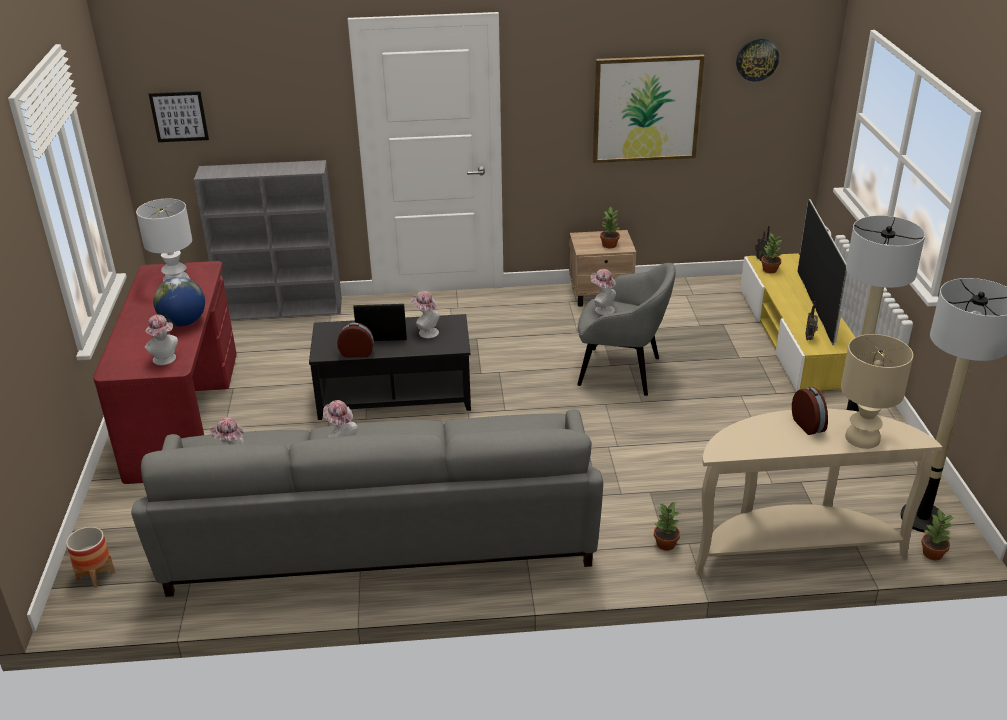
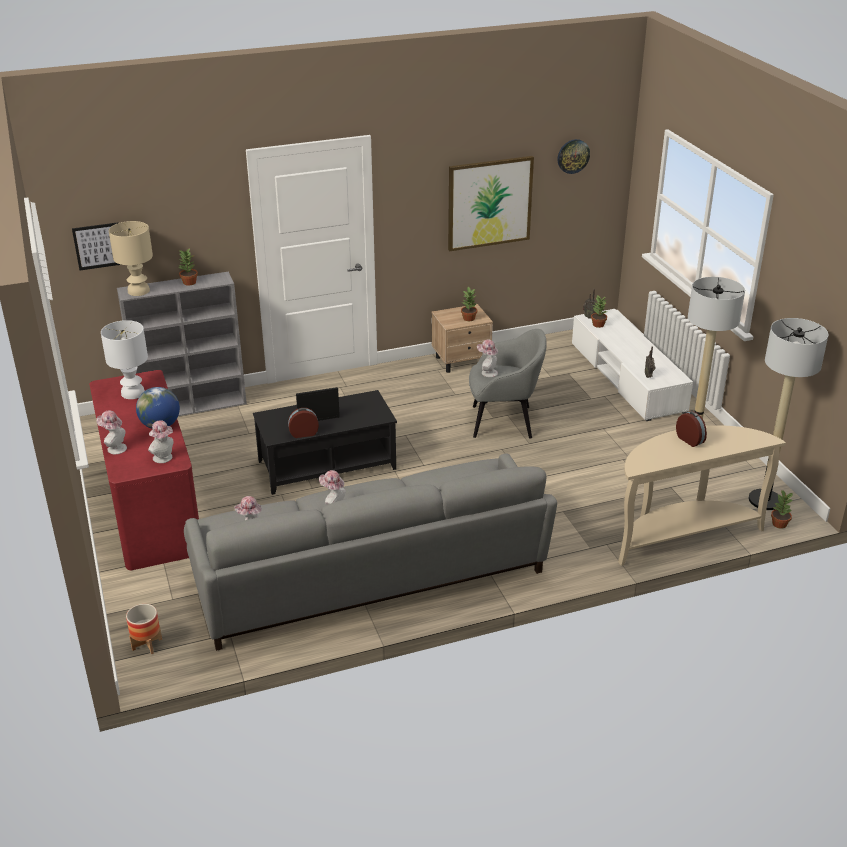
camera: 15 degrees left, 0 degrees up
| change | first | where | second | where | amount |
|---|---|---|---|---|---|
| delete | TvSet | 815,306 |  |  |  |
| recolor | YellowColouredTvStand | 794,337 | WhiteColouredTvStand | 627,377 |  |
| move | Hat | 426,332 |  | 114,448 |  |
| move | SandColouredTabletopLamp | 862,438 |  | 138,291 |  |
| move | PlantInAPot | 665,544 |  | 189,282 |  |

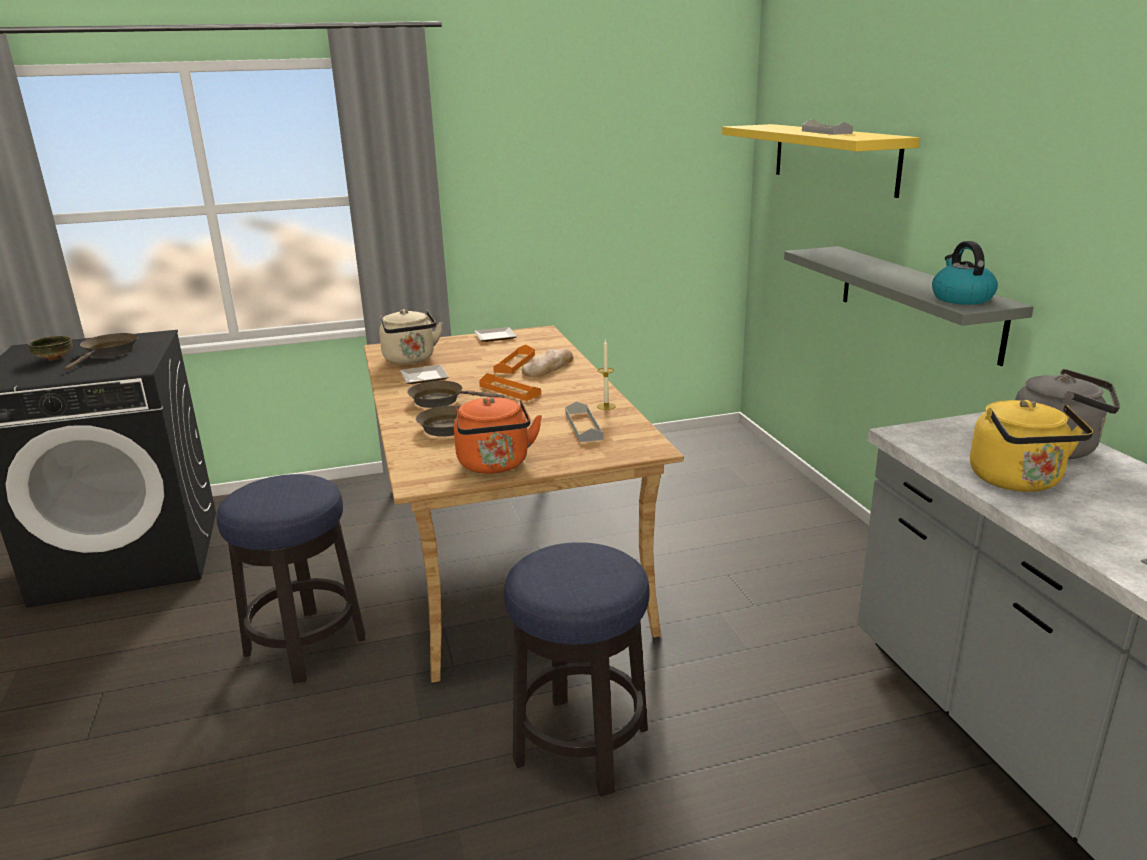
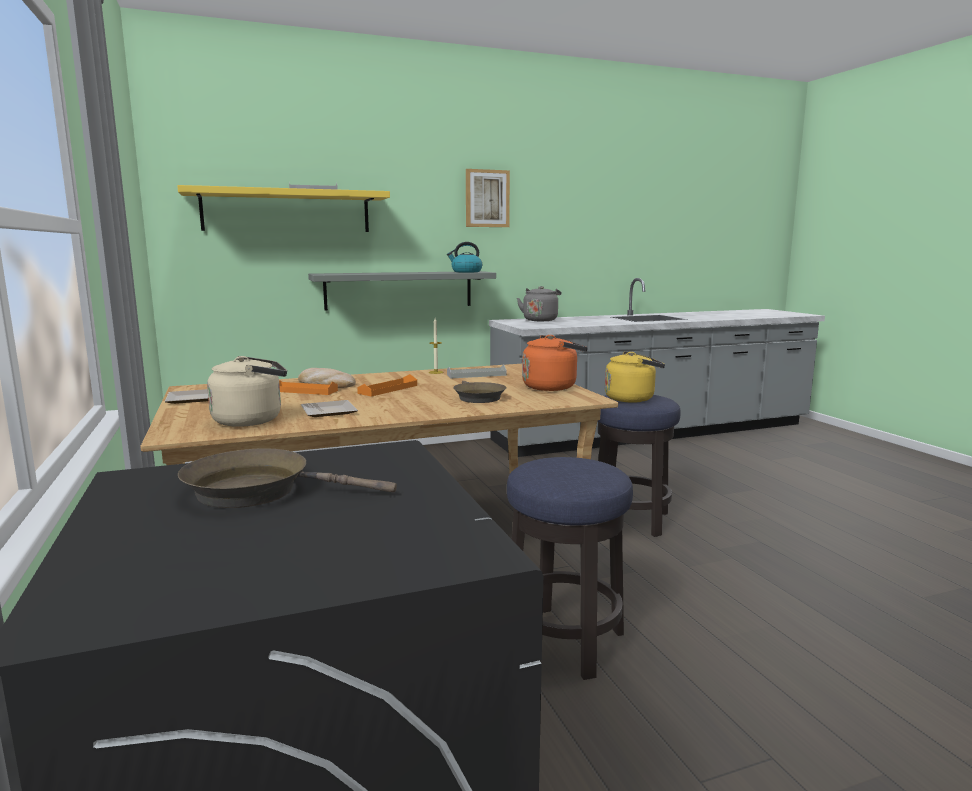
camera: 95 degrees left, 10 degrees down
| change | first | where | second | where | amount |
|---|---|---|---|---|---|
| delete | ServingBowl | 54,358 |  |  |  |
| delete | BrownColouredPan | 441,400 |  |  |  |
| move | YellowColouredWaterKettle | 1018,482 |  | 632,398 |  |
| insert |  |  | WallArt | 487,198 |  |

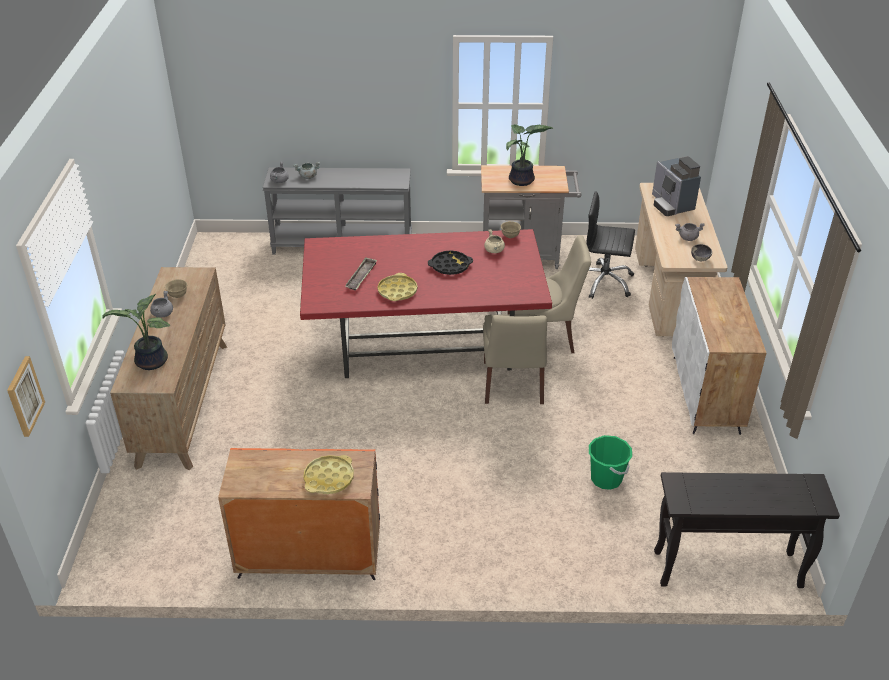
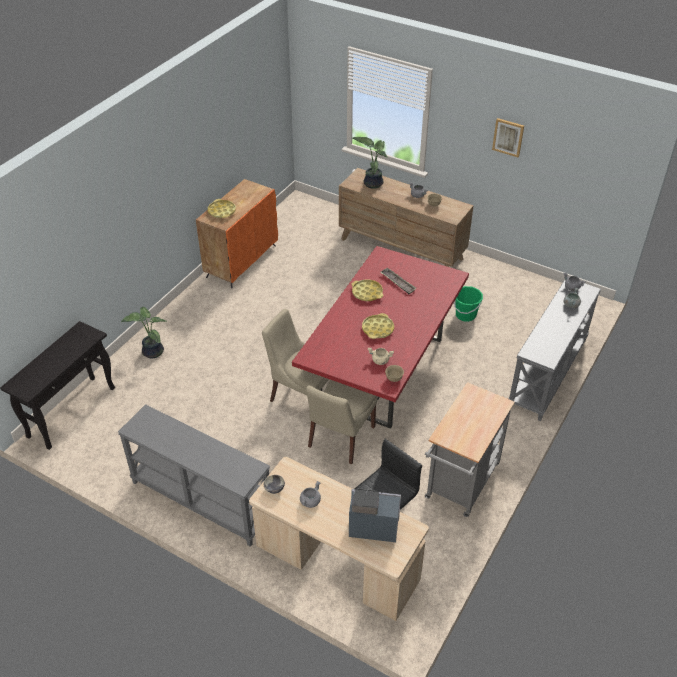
camera: 120 degrees right, 5 degrees up
| change | first | where | second | where | amount |
|---|---|---|---|---|---|
| move | PlantInAPot | 522,181 |  | 151,351 |  |
| recolor | BlackishServingTray | 450,266 | YellowColouredServingTray | 378,329 |  |
| replace | WhiteColouredStorageCabinet | 706,394 | GreyishConsoleTable | 201,500 |  |
| move | WallArt | 24,396 |  | 508,137 |  |
| move | GreenishWaterBucket | 606,478 |  | 465,315 |  |

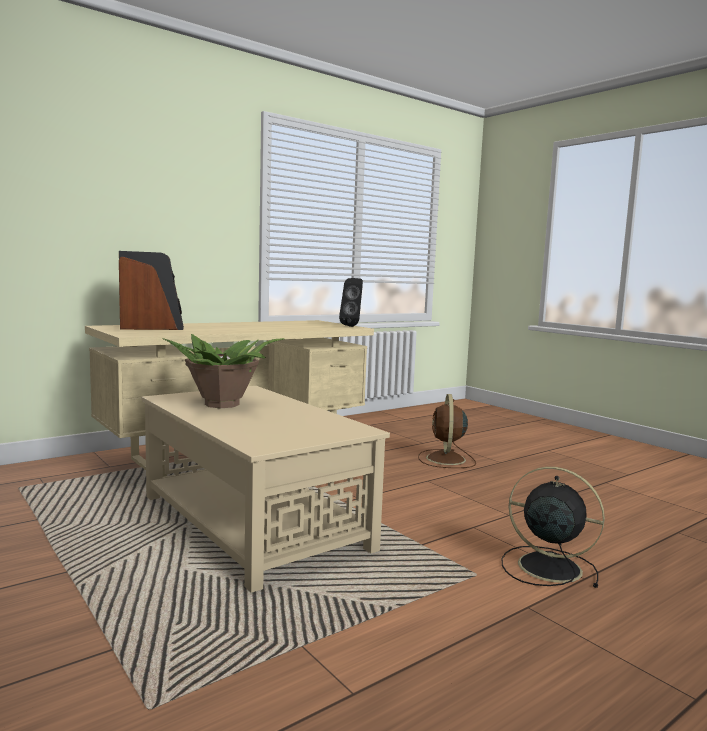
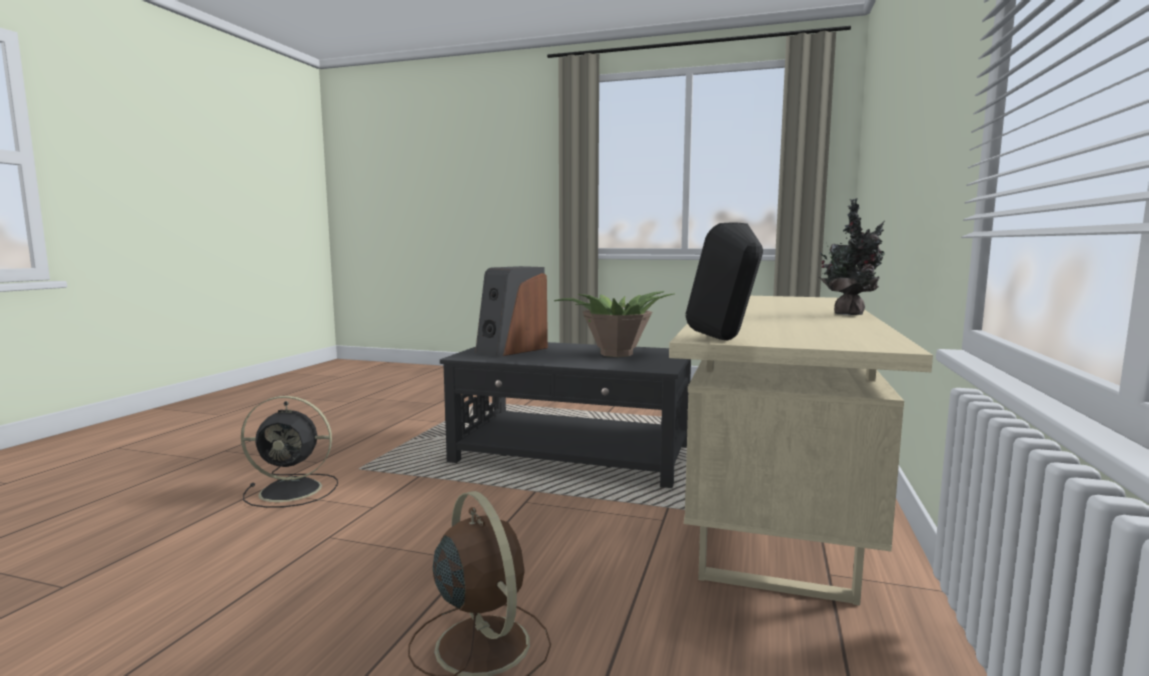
camera: 145 degrees right, 0 degrees up
| change | first | where | second | where | amount |
|---|---|---|---|---|---|
| move | Speaker | 152,328 |  | 511,350 |  |
| recolor | SandColouredCoffeeTable | 252,522 | BlackishCoffeeTable | 573,454 |  |
| insert |  |  | PlantInAPot | 849,314 |  |

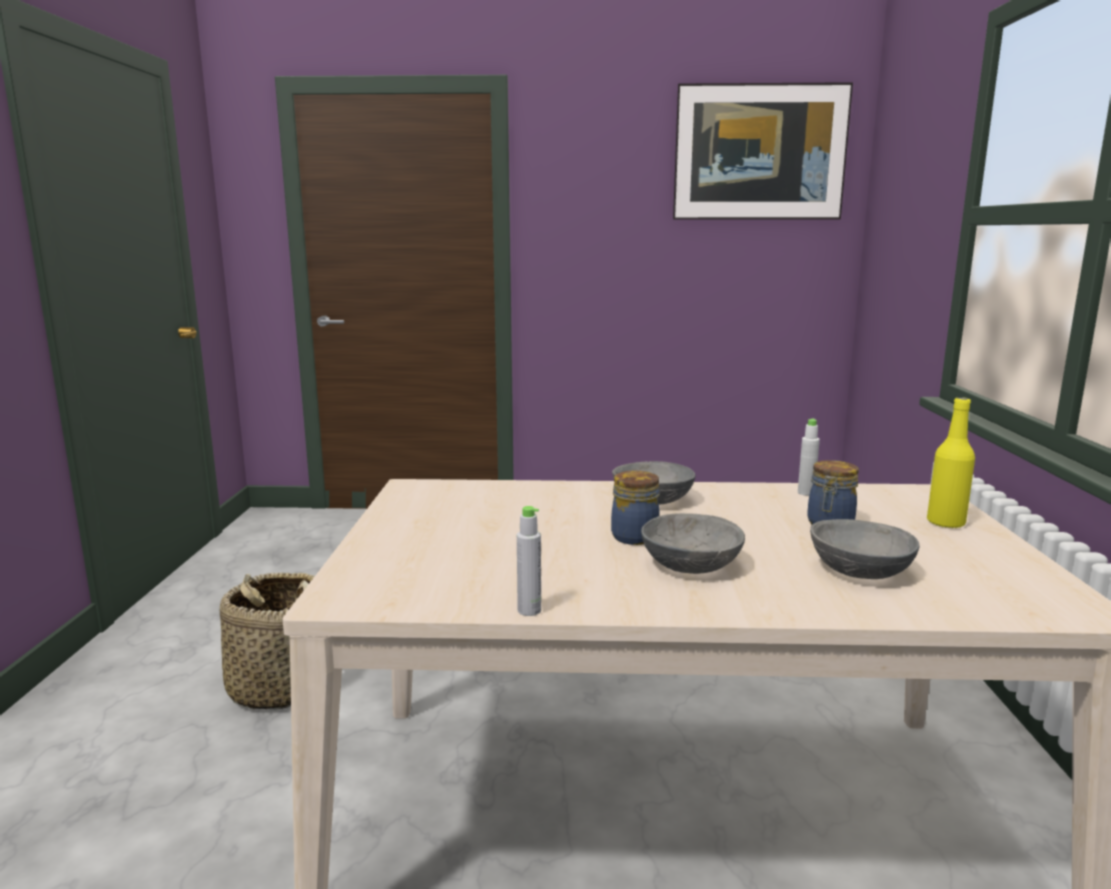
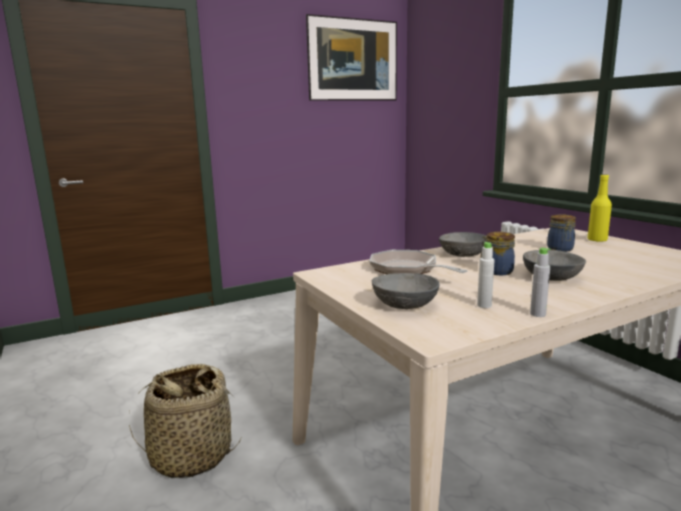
camera: 30 degrees left, 0 degrees up
| change | first | where | second | where | amount |
|---|---|---|---|---|---|
| move | WhiteColouredBottle | 806,493 |  | 484,305 |  |
| move | GreyishServingBowl | 859,571 |  | 405,305 |  |
| insert |  |  | Pan | 407,269 |  |

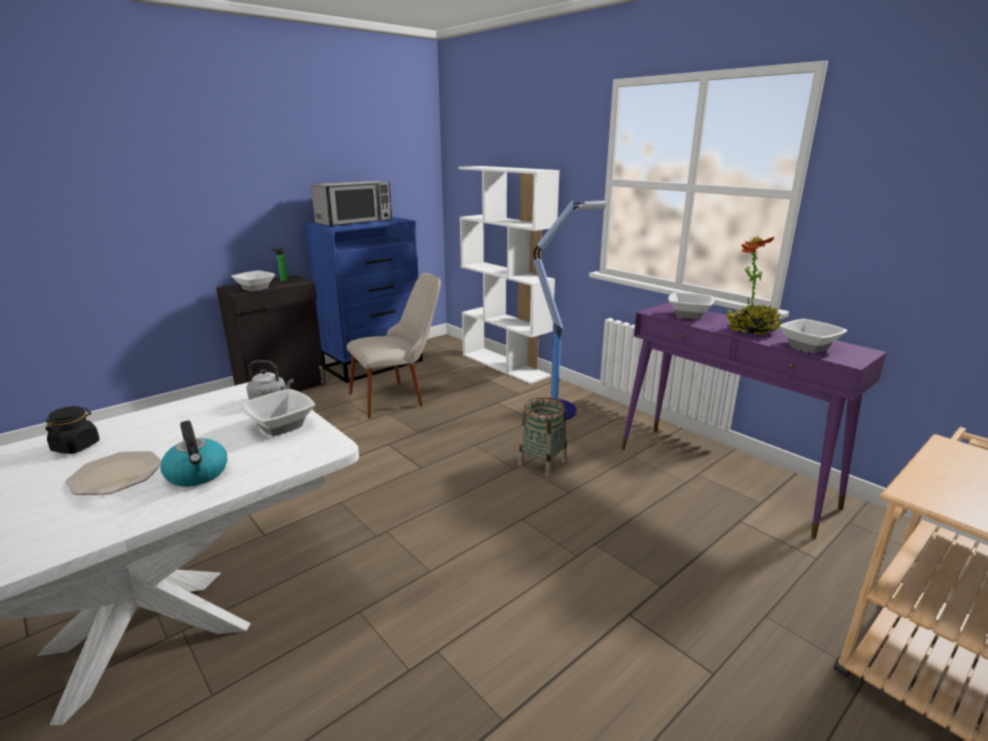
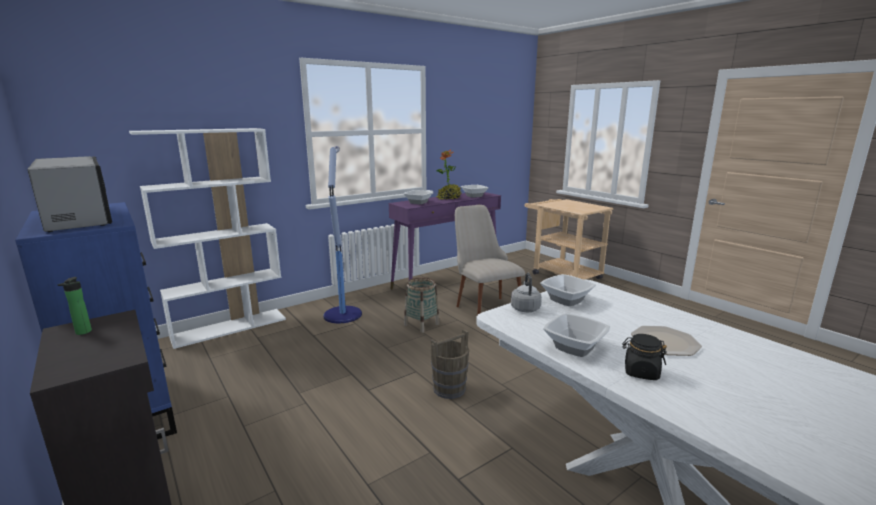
camera: 85 degrees left, 5 degrees down
| change | first | where | second | where | amount |
|---|---|---|---|---|---|
| move | ServingBowl | 256,288 |  | 573,347 |  |
| move | SandColouredPlainChair | 398,396 |  | 484,306 |  |
| delete | WaterKettle | 198,474 |  |  |  |
| insert |  |  | BrownColouredWaterBucket | 449,389 |  |

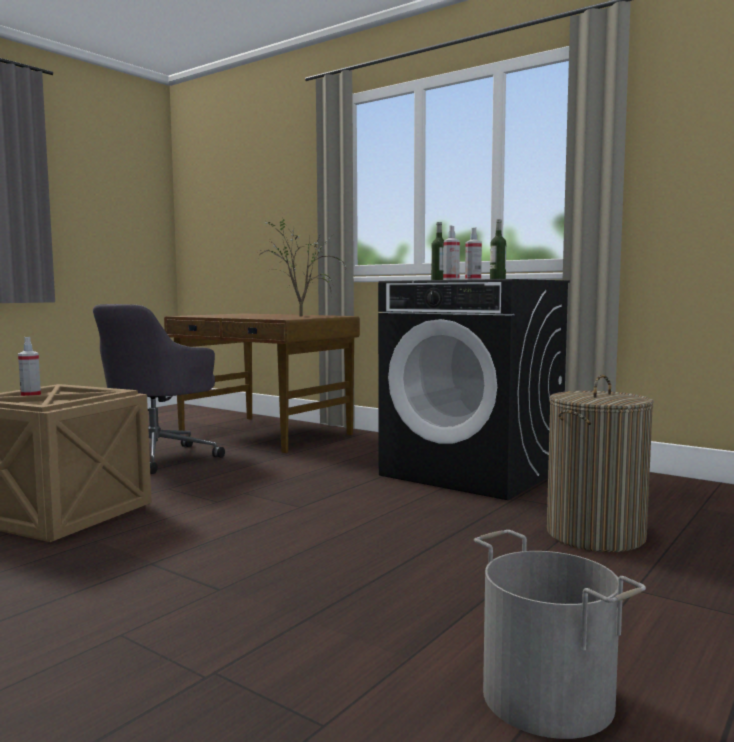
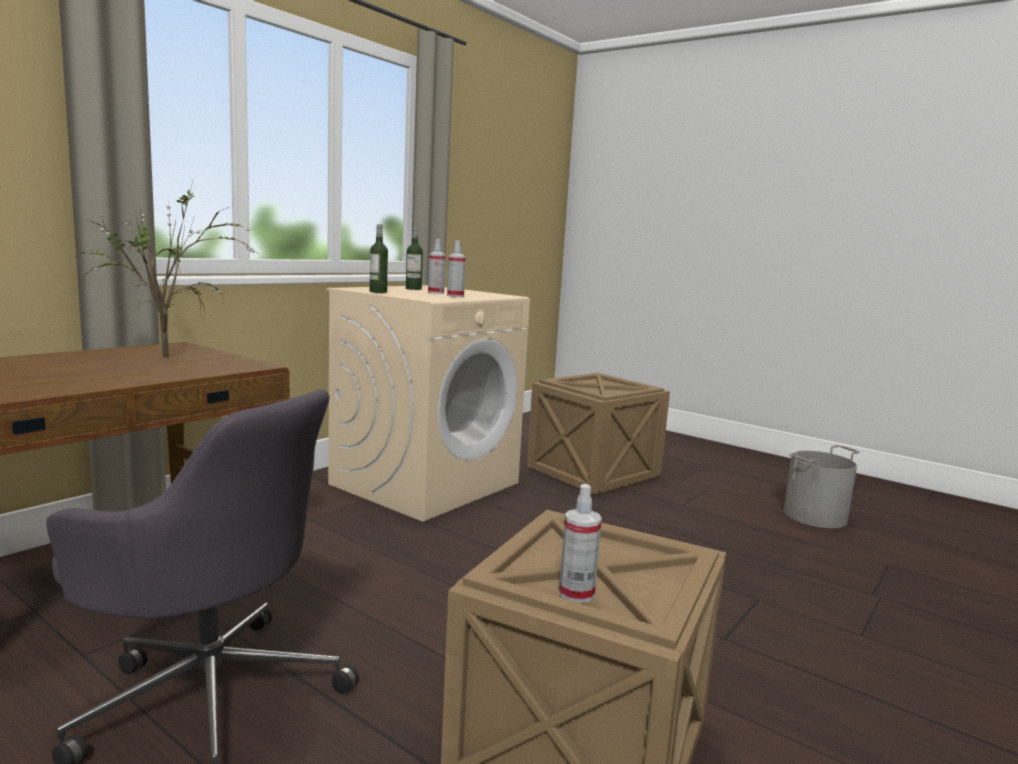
camera: 90 degrees left, 5 degrees up
| change | first | where | second | where | amount |
|---|---|---|---|---|---|
| recolor | BlackishWashingMachine | 473,472 | SandColouredWashingMachine | 425,483 |  |
| replace | LaundryBasket | 595,535 | Crate | 594,473 |  |

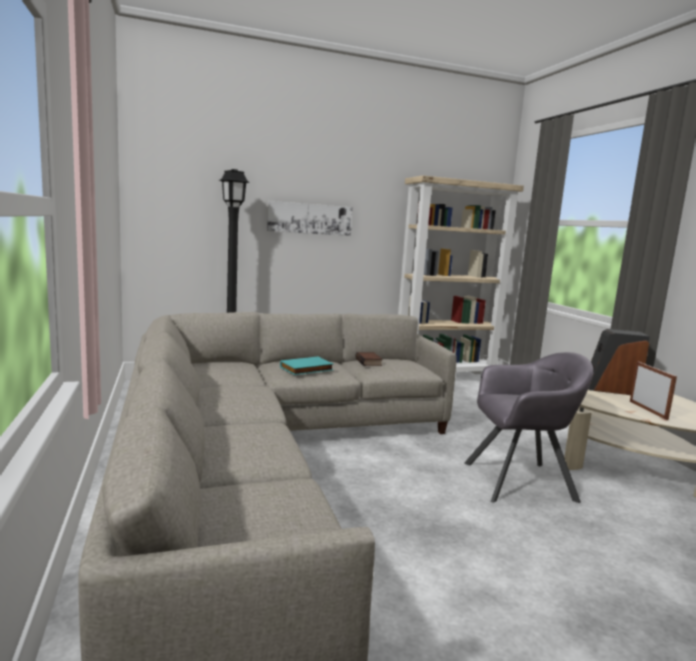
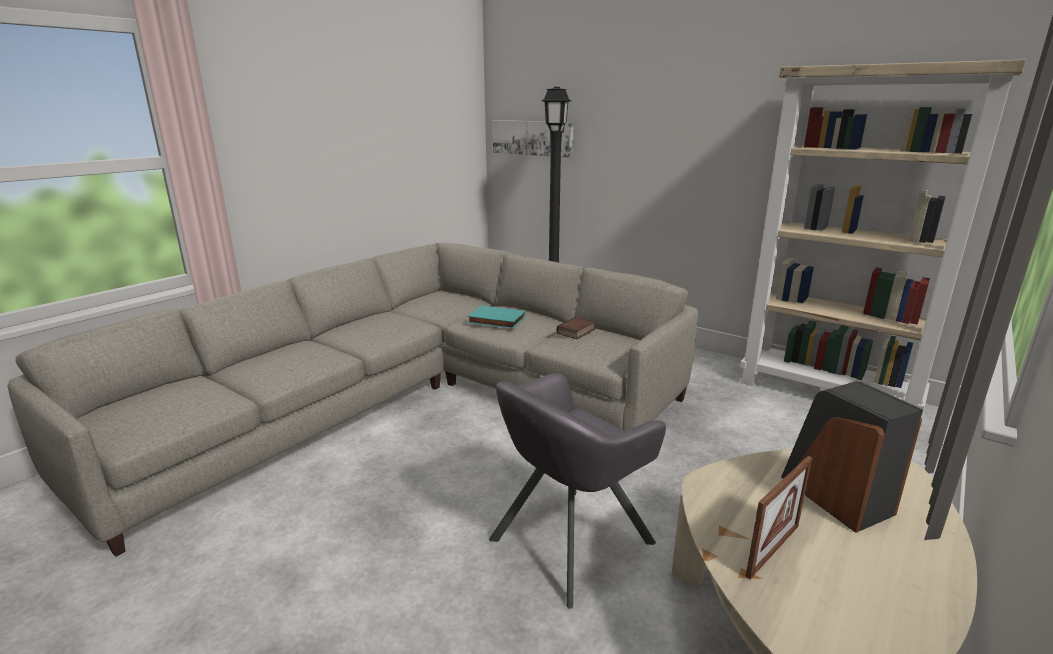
camera: 55 degrees right, 10 degrees up
| change | first | where | second | where | amount |
|---|---|---|---|---|---|
| move | WallArt | 310,218 |  | 532,138 |  |
| rotate | GreyishEasyChair | 520,481 |  | 570,541 | 90 degrees clockwise |

